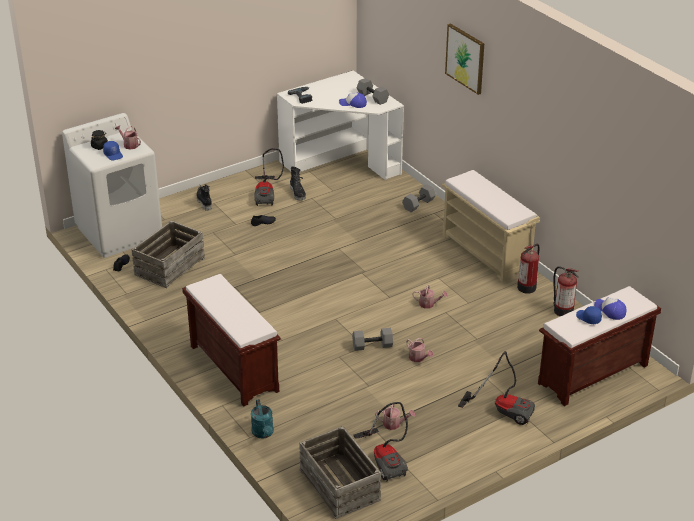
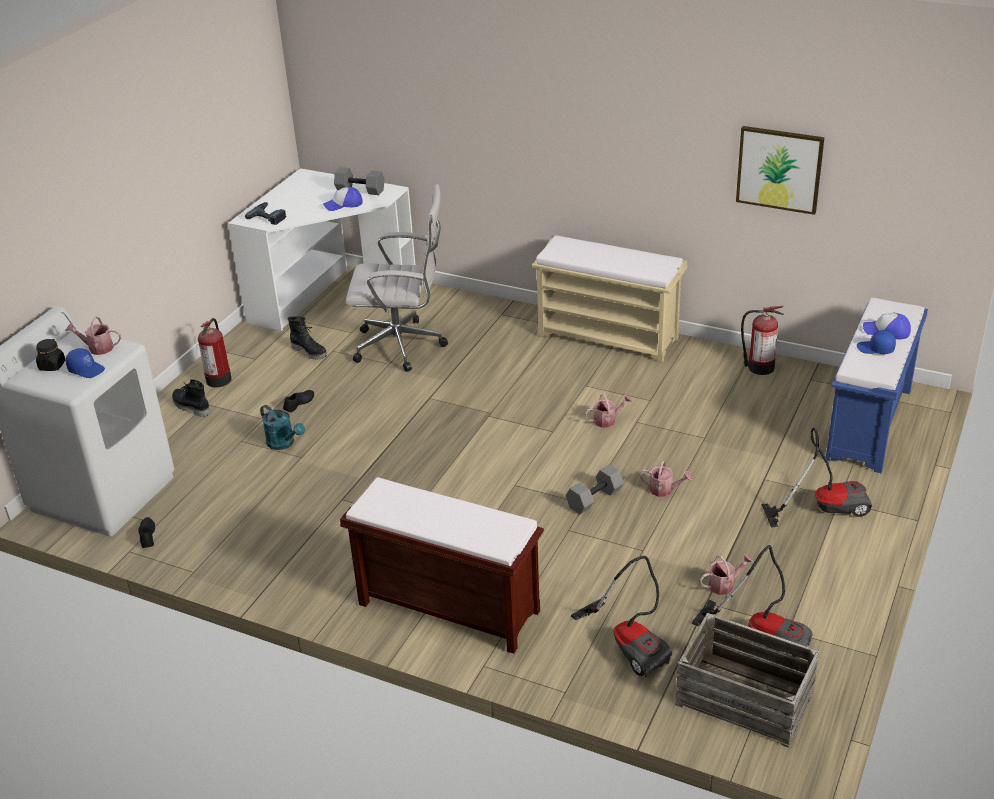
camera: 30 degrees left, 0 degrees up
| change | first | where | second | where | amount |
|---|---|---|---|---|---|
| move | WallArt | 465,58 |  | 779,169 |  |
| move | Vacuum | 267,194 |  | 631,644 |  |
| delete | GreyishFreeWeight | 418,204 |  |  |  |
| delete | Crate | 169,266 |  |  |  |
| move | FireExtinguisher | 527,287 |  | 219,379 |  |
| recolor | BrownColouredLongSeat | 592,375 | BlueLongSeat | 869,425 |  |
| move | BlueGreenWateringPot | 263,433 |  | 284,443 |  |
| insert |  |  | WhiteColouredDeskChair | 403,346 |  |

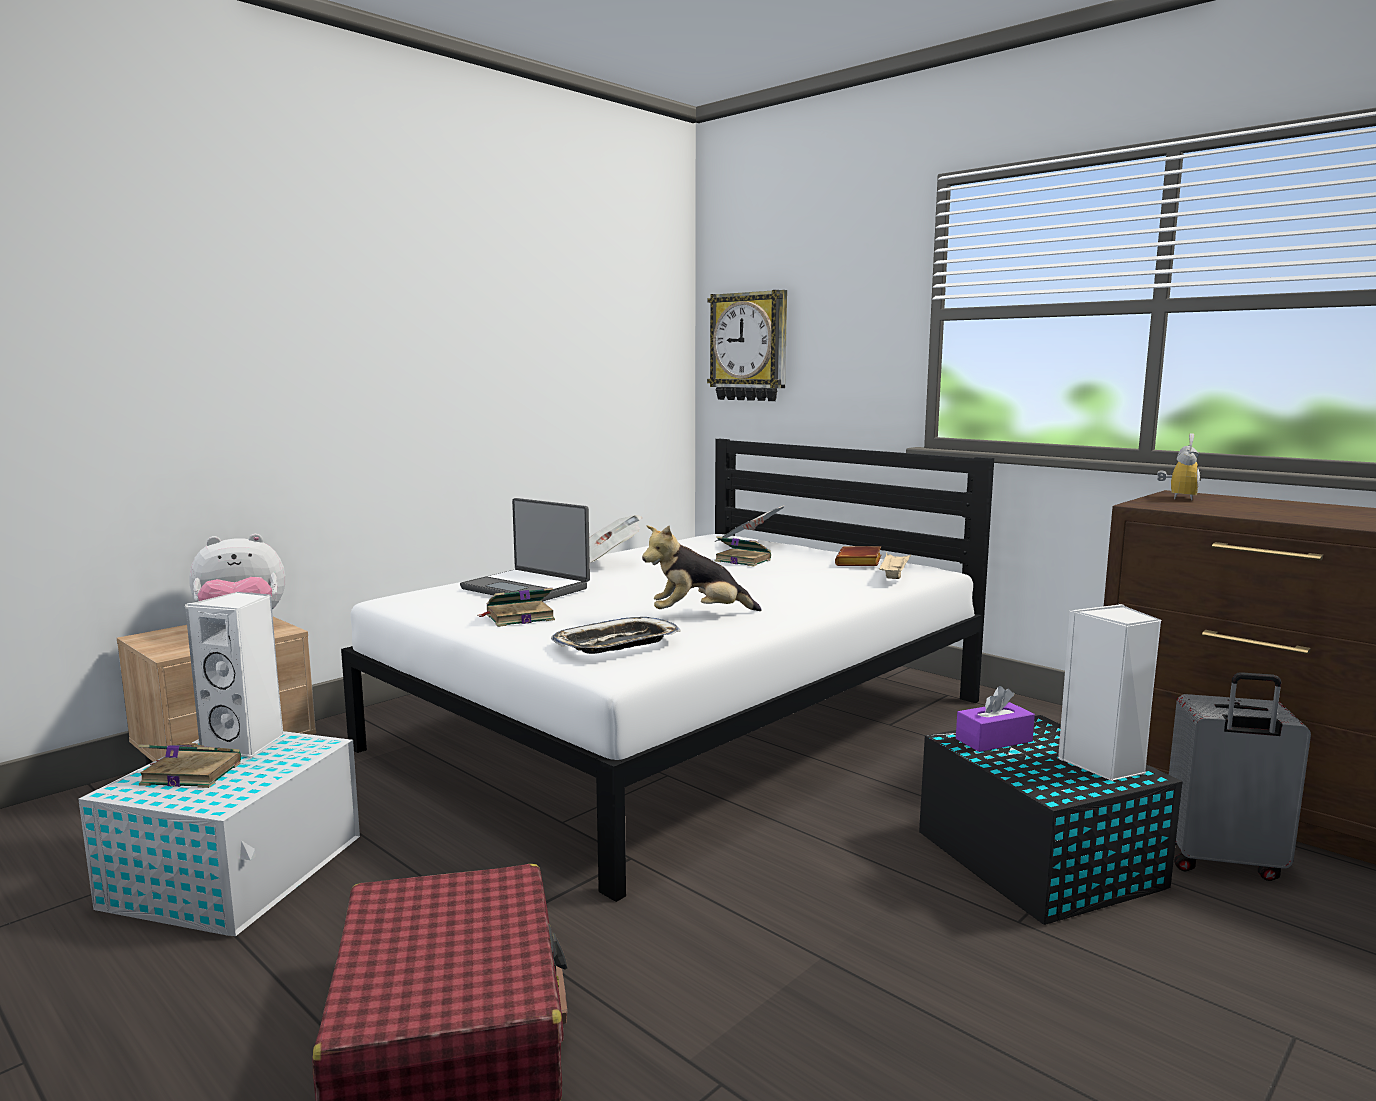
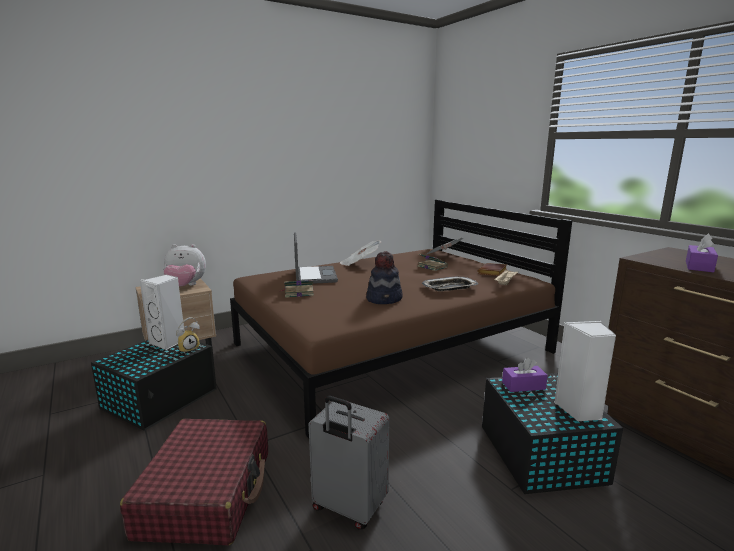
camera: 15 degrees right, 5 degrees up
| change | first | where | second | where | amount |
|---|---|---|---|---|---|
| delete | WallClock | 749,347 |  |  |  |
| move | BedsideClock | 1176,497 |  | 188,349 |  |
| recolor | WhiteColouredBed | 685,723 | BrownColouredBed | 391,348 |  |
| rotate | Laptop | 527,588 |  | 314,276 | 150 degrees counterclockwise |
| replace | SoftToy | 698,615 | Hat | 384,299 |  |
| move | ServingTray | 616,645 |  | 449,288 |  |
| move | GreyishPieceOfLuggage | 1221,862 |  | 348,508 |  |
| recolor | WhiteColouredStorageBox | 239,870 | BlackishStorageBox | 161,398 |  |
| delete | Volume | 189,773 |  |  |  |
| insert |  |  | PurpleBoxOfTissues | 699,266 |  |

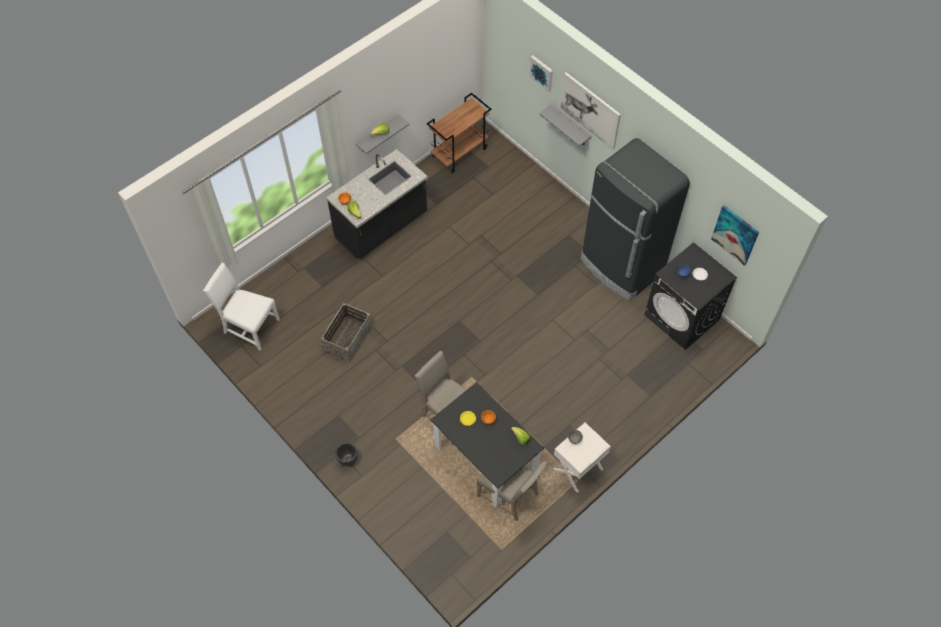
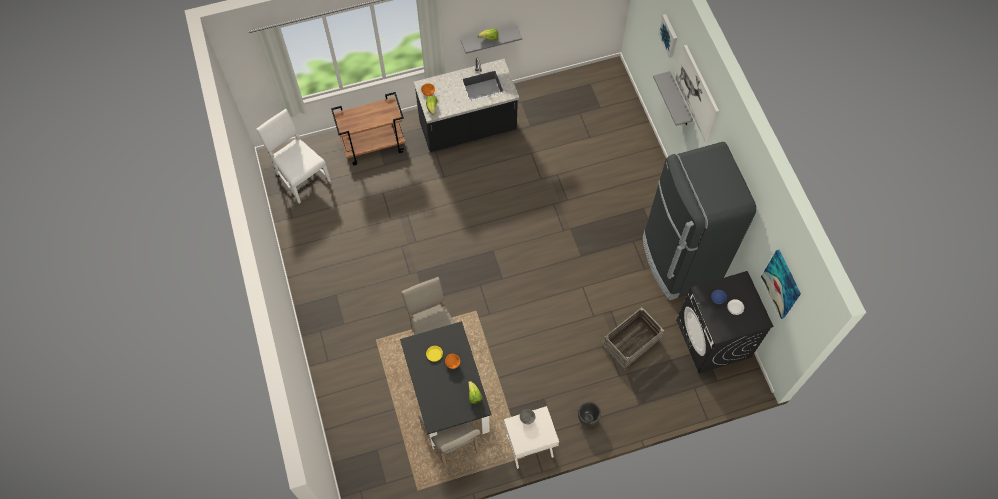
camera: 25 degrees right, 5 degrees up
| change | first | where | second | where | amount |
|---|---|---|---|---|---|
| move | BrownColouredWheeledCart | 459,152 |  | 374,146 |  |
| move | Crate | 347,337 |  | 631,342 |  |
| move | BlackishPlantPot | 348,459 |  | 588,418 |  |

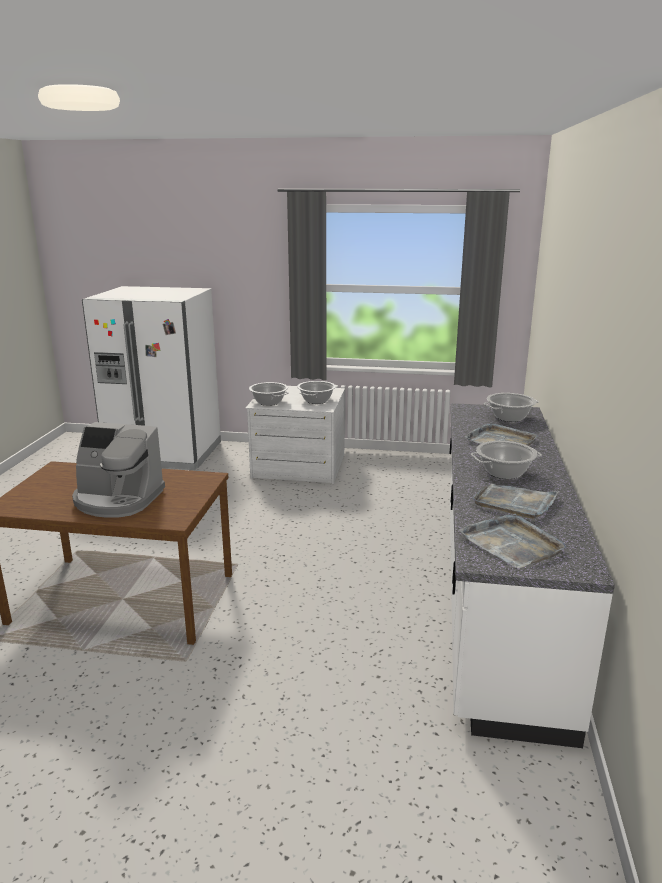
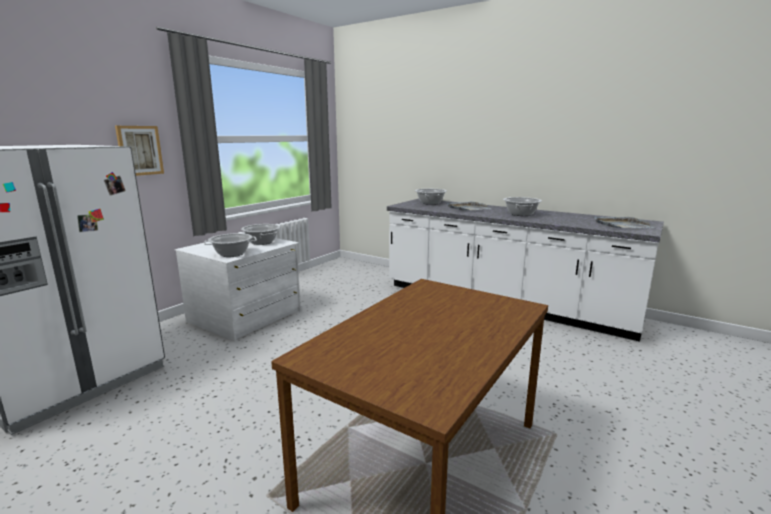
camera: 65 degrees left, 5 degrees down
| change | first | where | second | where | amount |
|---|---|---|---|---|---|
| delete | CoffeeMachine | 117,499 |  |  |  |
| delete | GreyishServingTray | 515,502 |  |  |  |
| insert |  |  | WallArt | 139,150 |  |

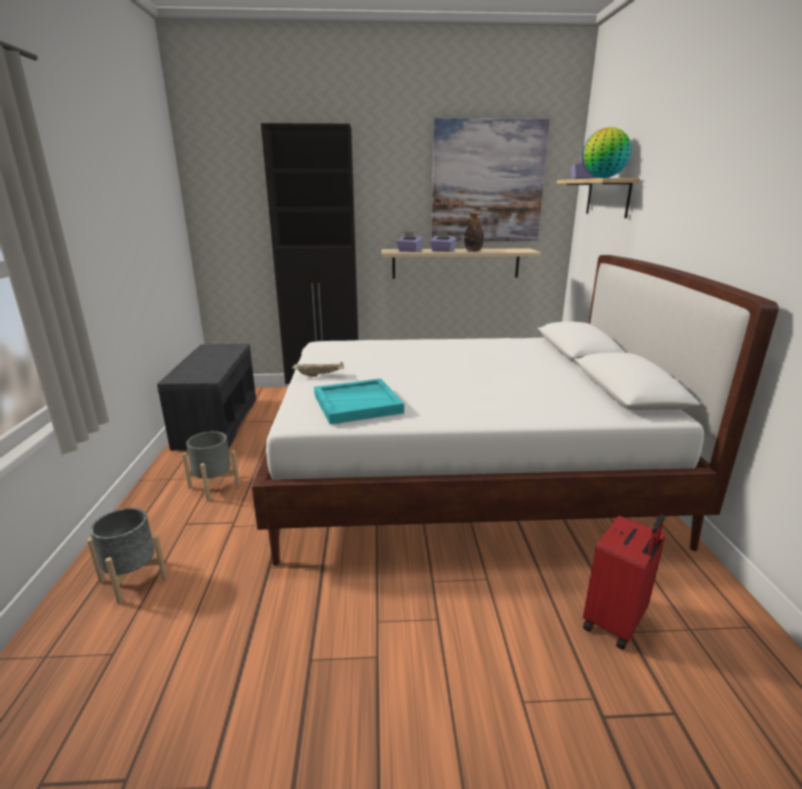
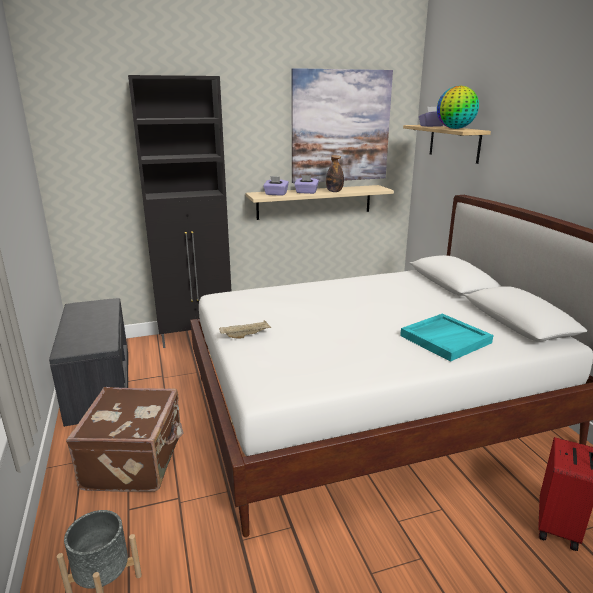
camera: 15 degrees left, 0 degrees up
| change | first | where | second | where | amount |
|---|---|---|---|---|---|
| move | BlueGreenServingTray | 358,403 |  | 445,339 |  |
| replace | GreyishPlantPot | 214,486 | BrownColouredPieceOfLuggage | 136,461 |  |

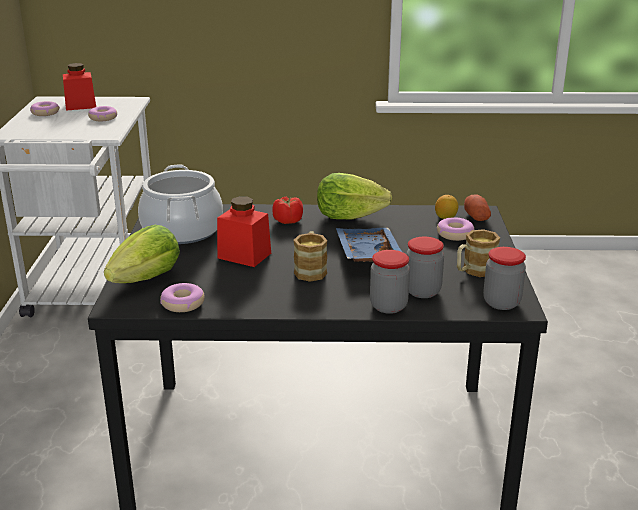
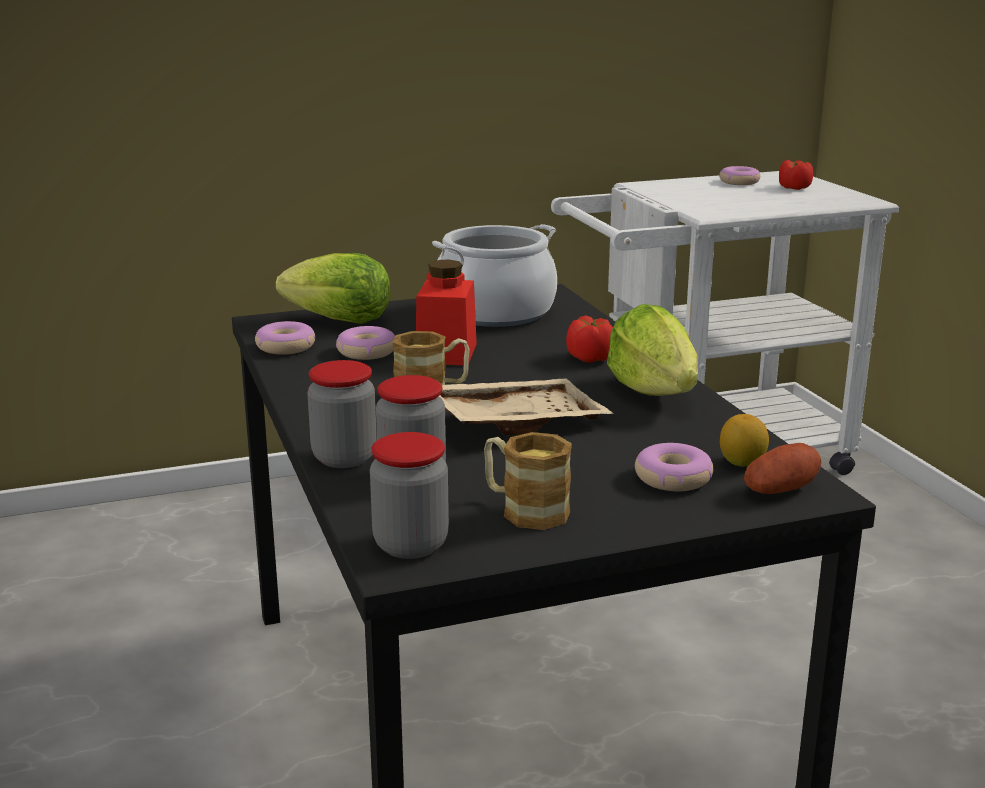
camera: 70 degrees right, 5 degrees down
| change | first | where | second | where | amount |
|---|---|---|---|---|---|
| replace | RedJar | 80,106 | FreshTomato | 794,188 |  |
| move | Donut | 103,118 |  | 366,352 |  |
| recolor | BlueServingTray | 366,255 | SandColouredServingTray | 514,422 |  |

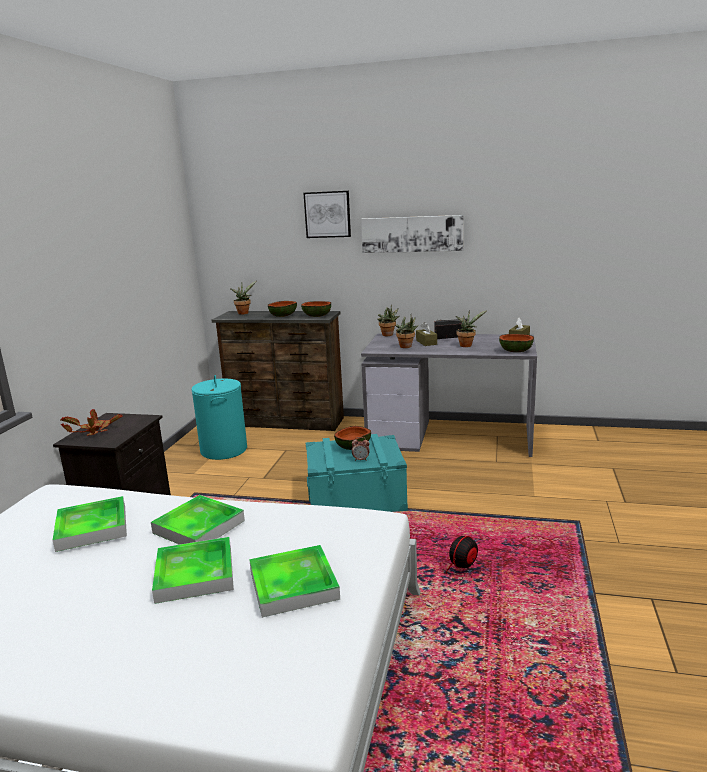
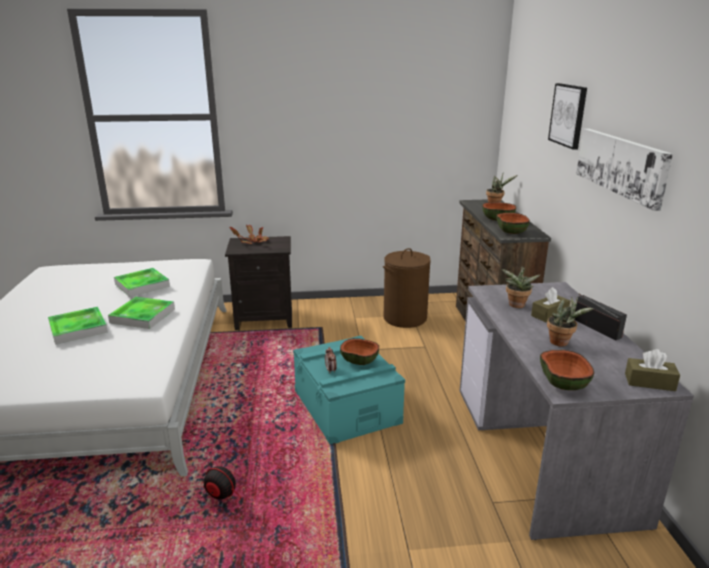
camera: 70 degrees right, 5 degrees up
| change | first | where | second | where | amount |
|---|---|---|---|---|---|
| delete | PlantInAPot | 388,335 |  |  |  |
| recolor | BlueGreenLaundryBasket | 224,450 | BrownColouredLaundryBasket | 405,318 |  |
| delete | ServingTray | 293,585 |  |  |  |

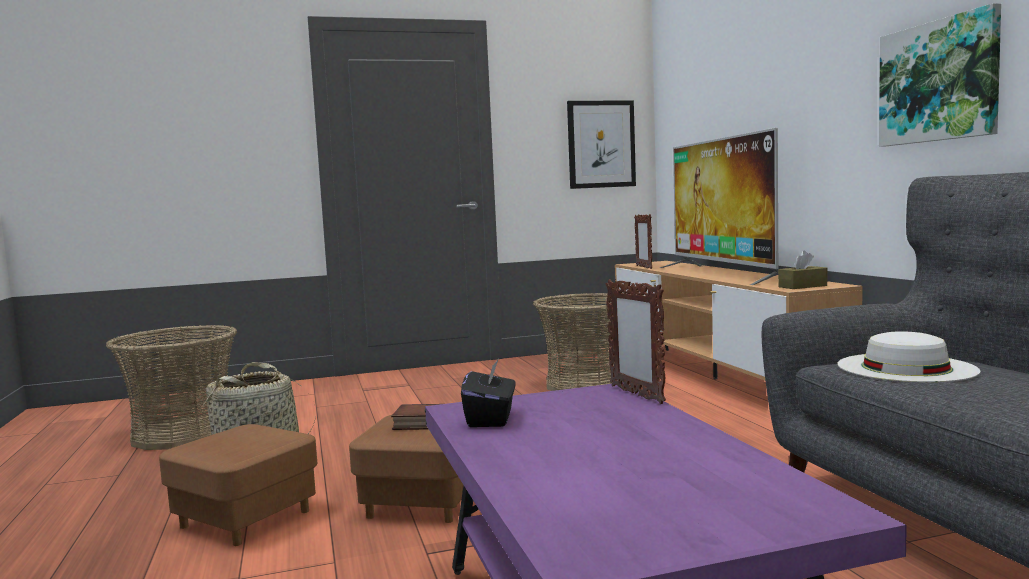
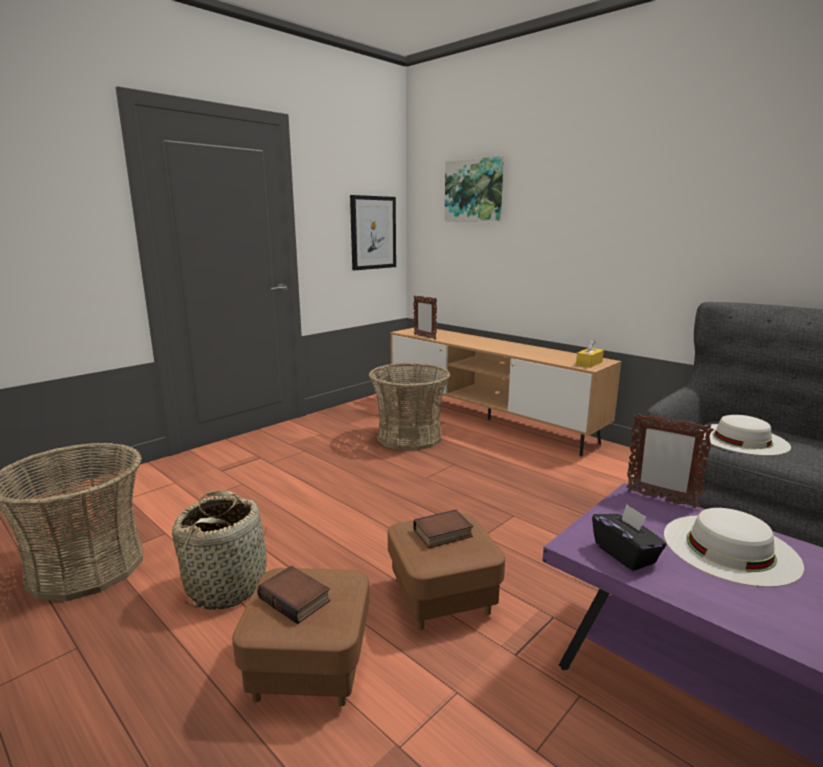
camera: 30 degrees left, 10 degrees up
| change | first | where | second | where | amount |
|---|---|---|---|---|---|
| move | WallArt | 939,81 |  | 474,190 |  |
| delete | TvSet | 722,273 |  |  |  |
| recolor | BrownColouredBoxOfTissues | 802,286 | YellowColouredBoxOfTissues | 589,363 |  |
| insert |  |  | WhiteColouredHat | 729,548 |  |
| insert |  |  | Volume | 296,599 |  |

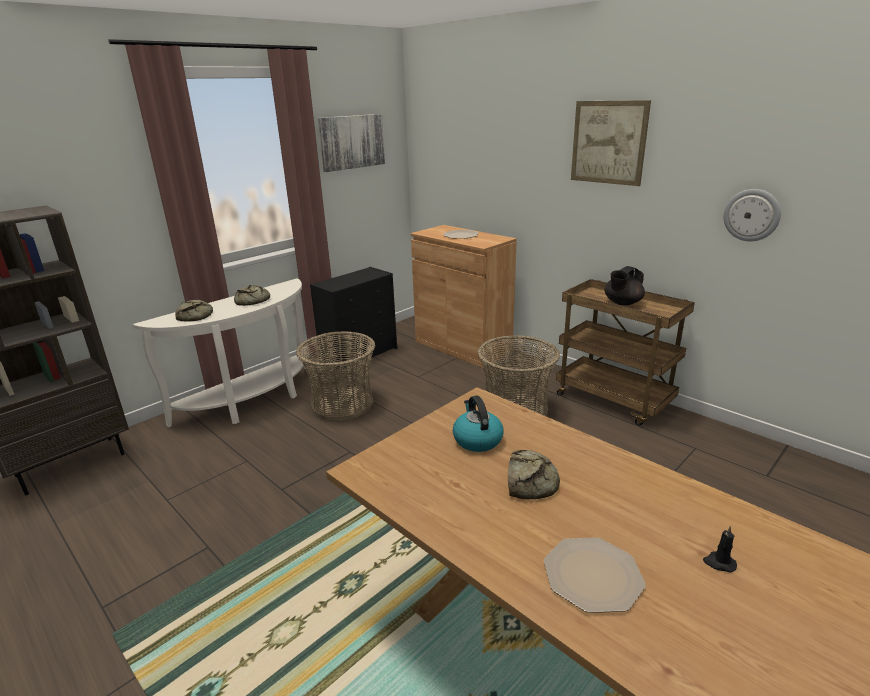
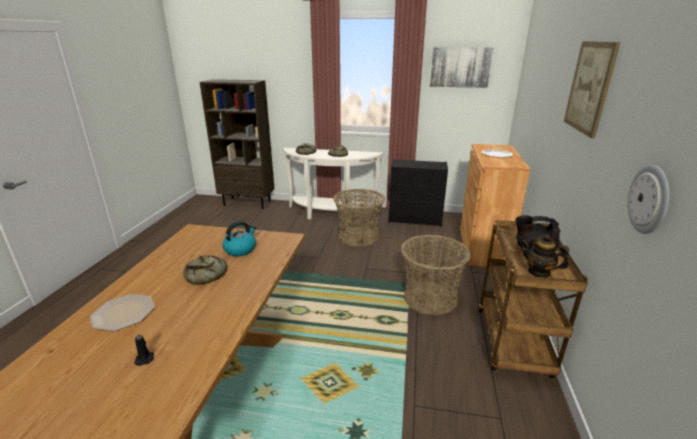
camera: 55 degrees right, 0 degrees up
| change | first | where | second | where | amount |
|---|---|---|---|---|---|
| insert |  |  | TeaPot | 539,272 |  |

